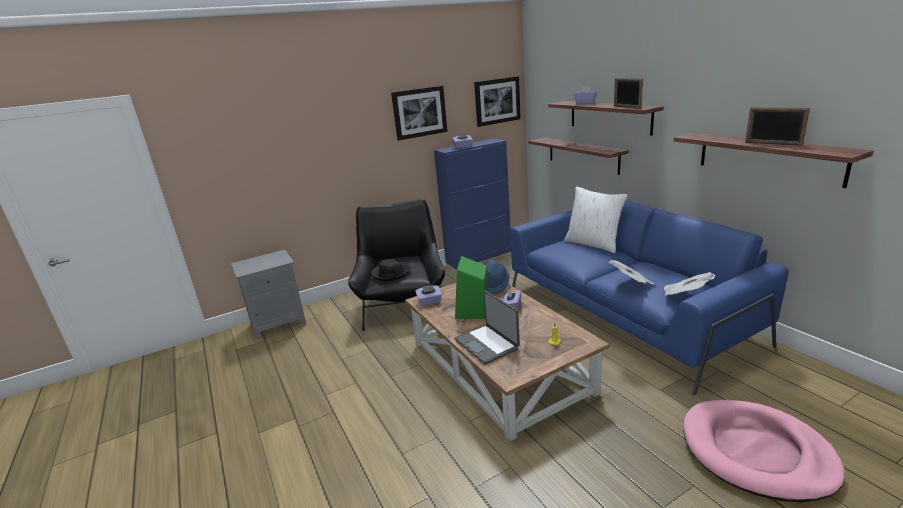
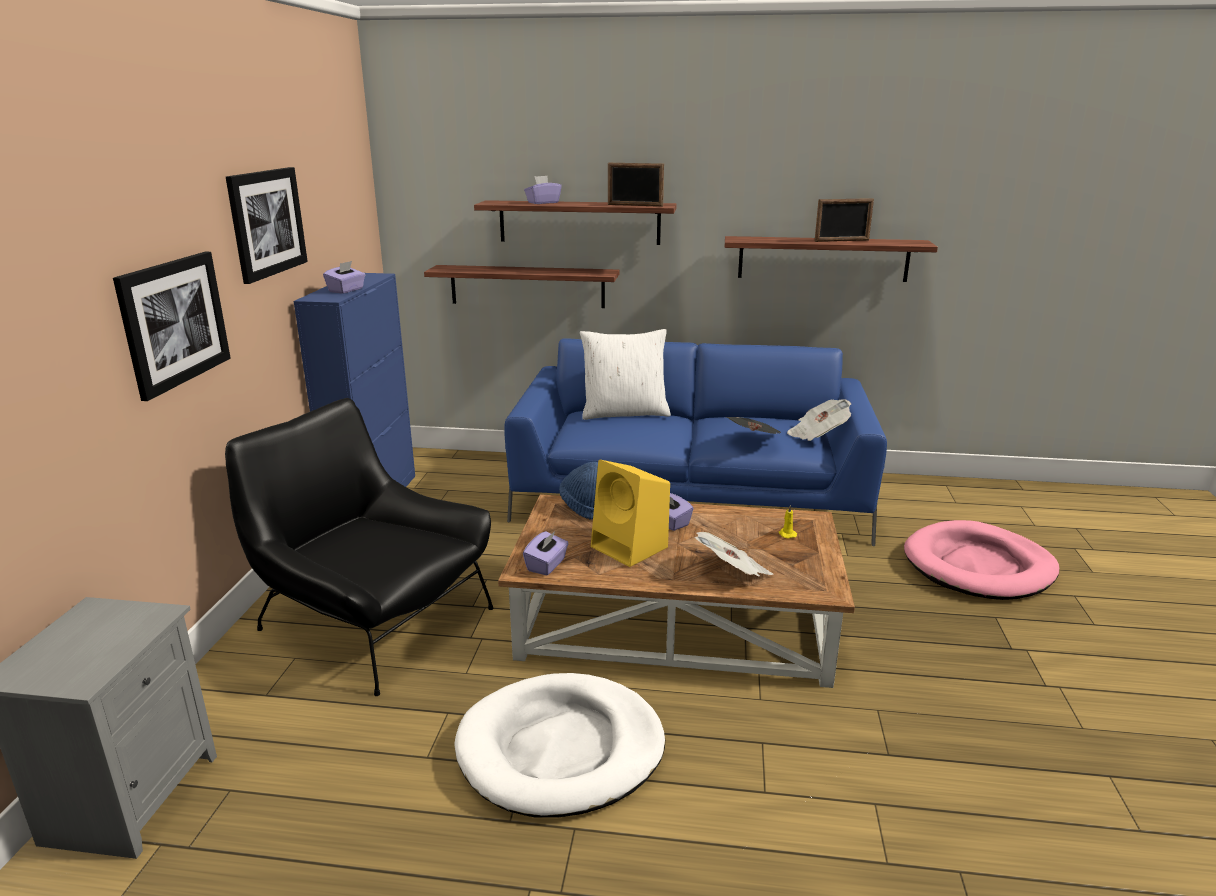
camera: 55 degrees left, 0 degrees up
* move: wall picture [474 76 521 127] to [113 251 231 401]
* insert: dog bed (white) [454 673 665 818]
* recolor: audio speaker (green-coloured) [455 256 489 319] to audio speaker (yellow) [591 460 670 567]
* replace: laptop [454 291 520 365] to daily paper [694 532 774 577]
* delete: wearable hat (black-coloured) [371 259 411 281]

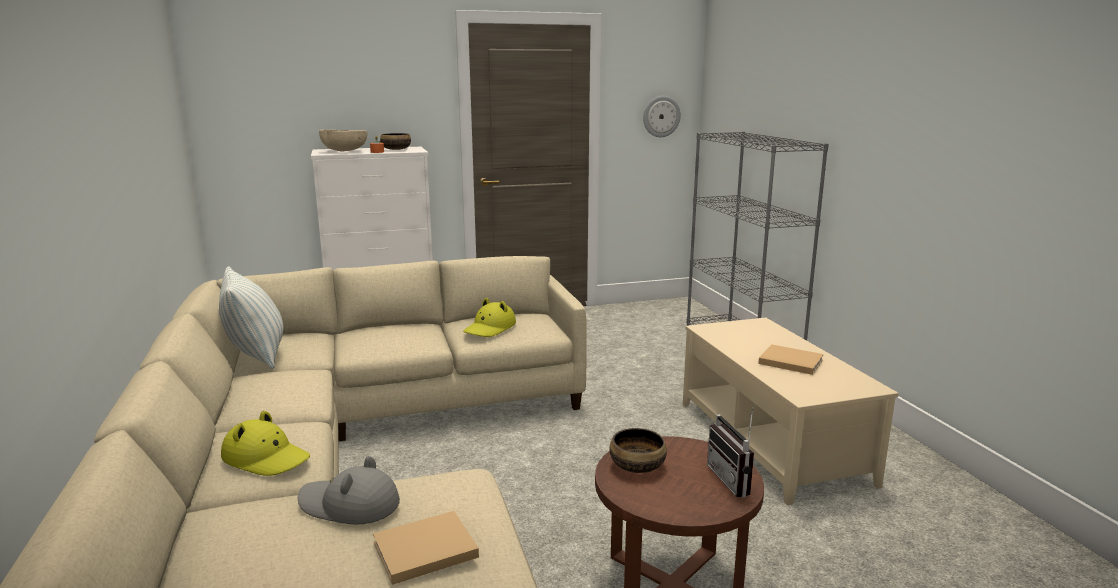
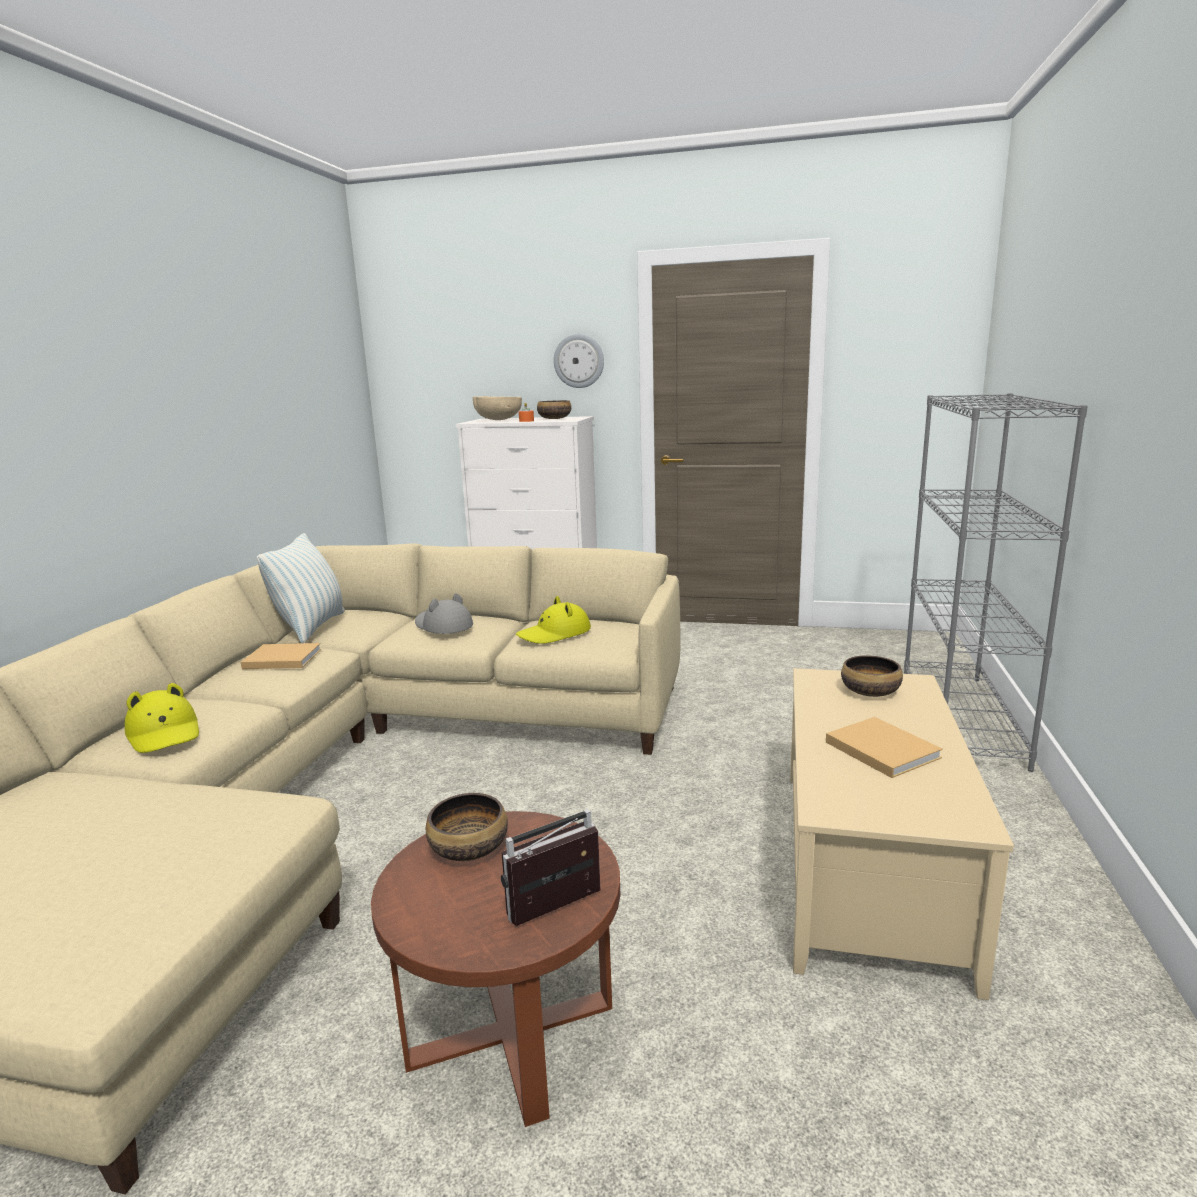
camera: 30 degrees right, 0 degrees up
* move: volume (sand-coloured) [373 511 479 585] to [241 643 321 669]
* move: wearable hat (grey) [298 456 400 524] to [415 593 473 634]
* rotate: radio [707 407 754 498] = [501 809 601 926] 45 degrees clockwise
* move: hanging clock [643 96 681 137] to [554 334 604 388]
* insert: bowl [841 655 903 697]

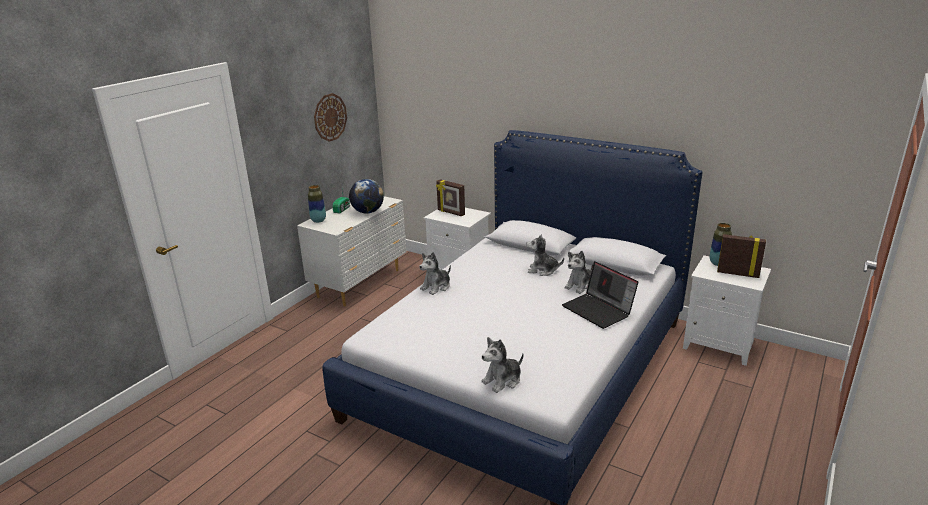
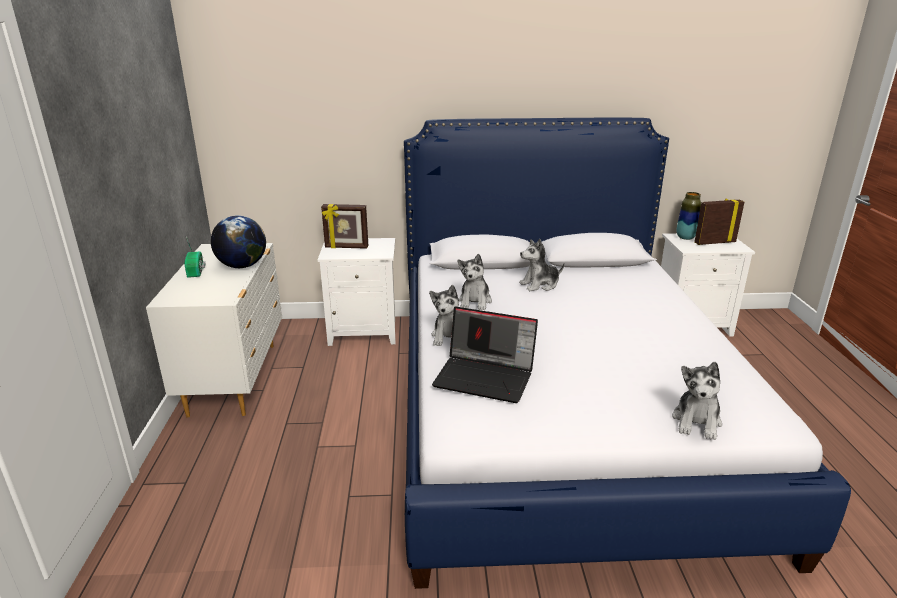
camera: 35 degrees left, 0 degrees up
* move: laptop [562 261 639 329] to [432 307 538 403]
* move: plush toy [565 251 593 294] to [457 254 492 310]
* delete: flower vase [308 185 326 223]
* delete: hanging clock [314 93 347 142]

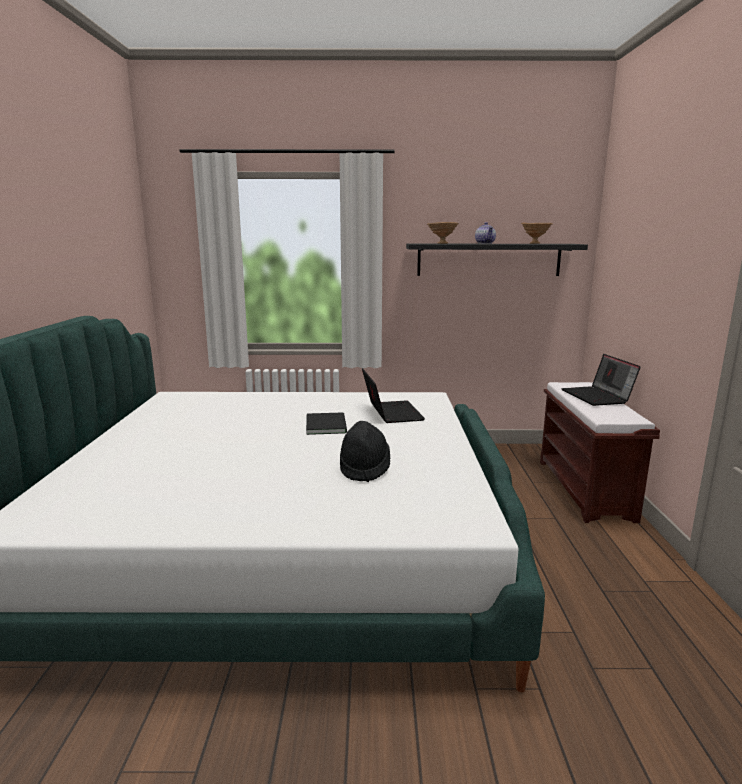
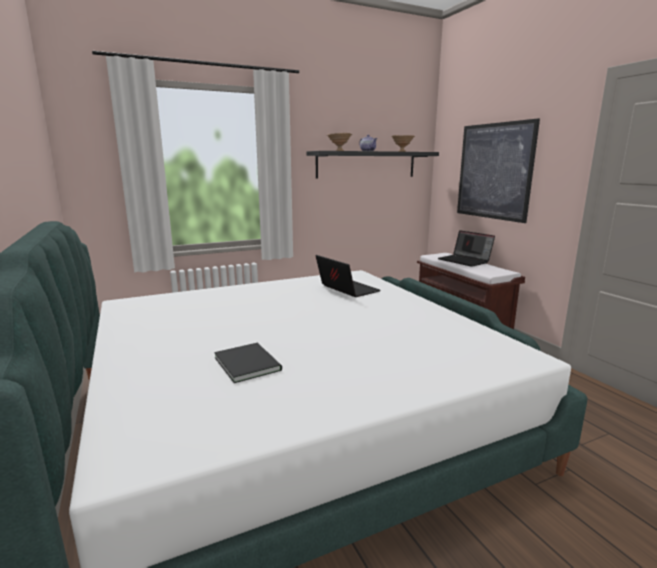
camera: 25 degrees left, 0 degrees up
* move: volume (black-coloured) [306 412 347 435] to [214 343 282 383]
* insert: wall picture [457 118 540 223]
* delete: wearable hat (black-coloured) [340 421 390 482]

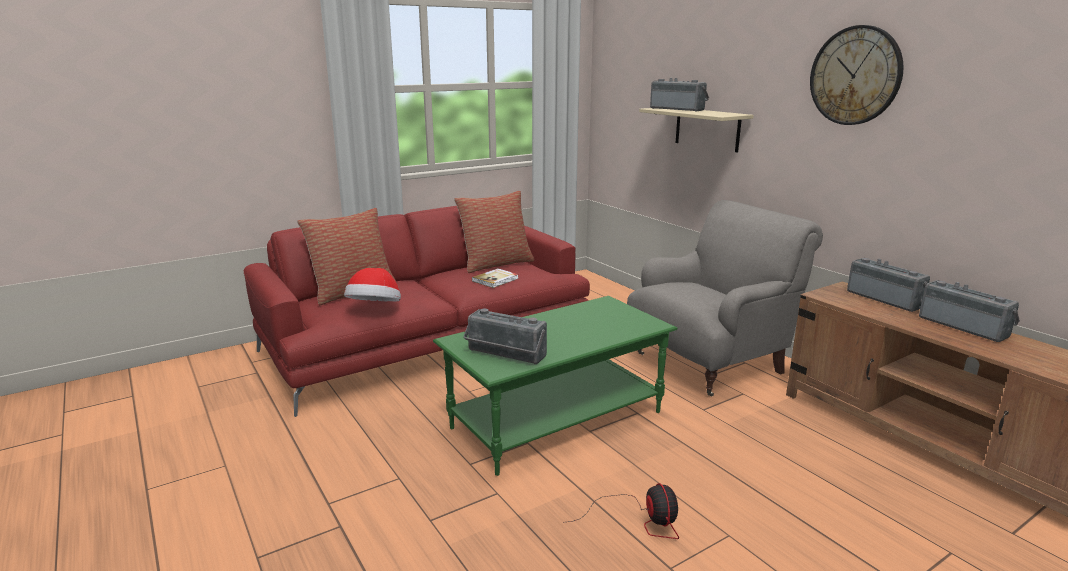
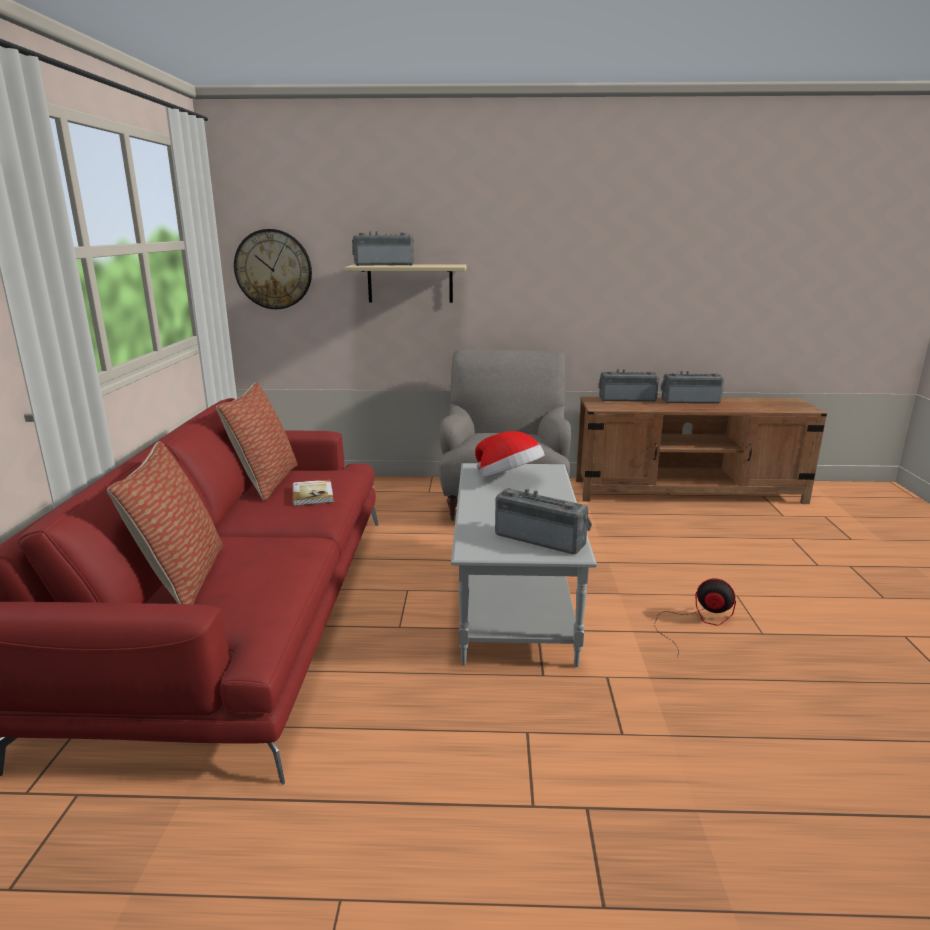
camera: 55 degrees left, 0 degrees up
* move: hanging clock [810 25 904 125] to [234 229 312 309]
* recolor: coffee table (green-coloured) [433 296 677 476] to coffee table (grey) [451 463 597 667]
* move: wearable hat [344 268 401 302] to [475 431 545 477]
* rotate: radio [463 308 547 364] = [495 488 592 554] 120 degrees counterclockwise

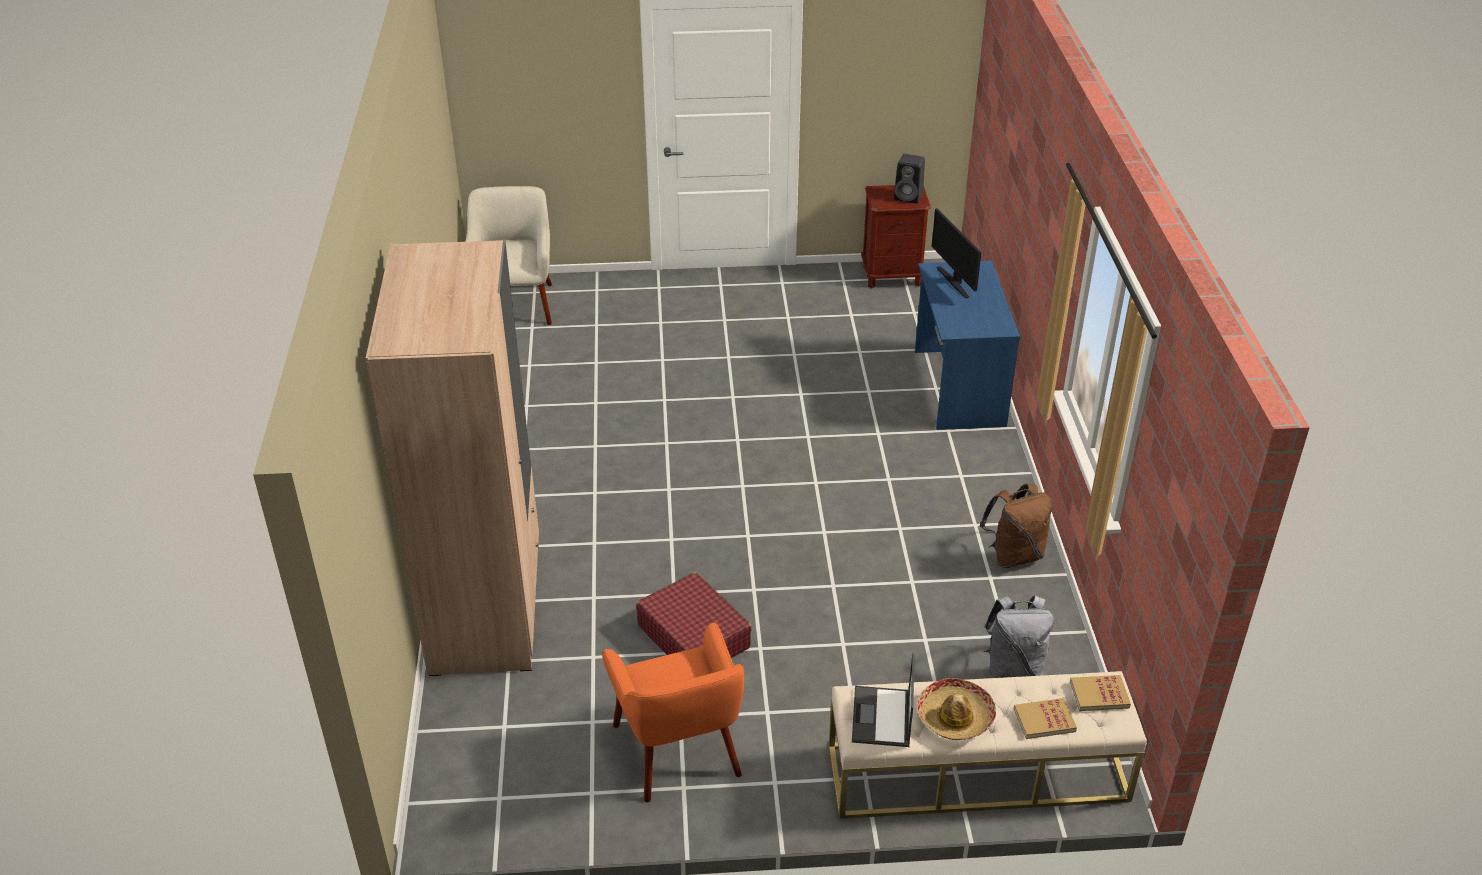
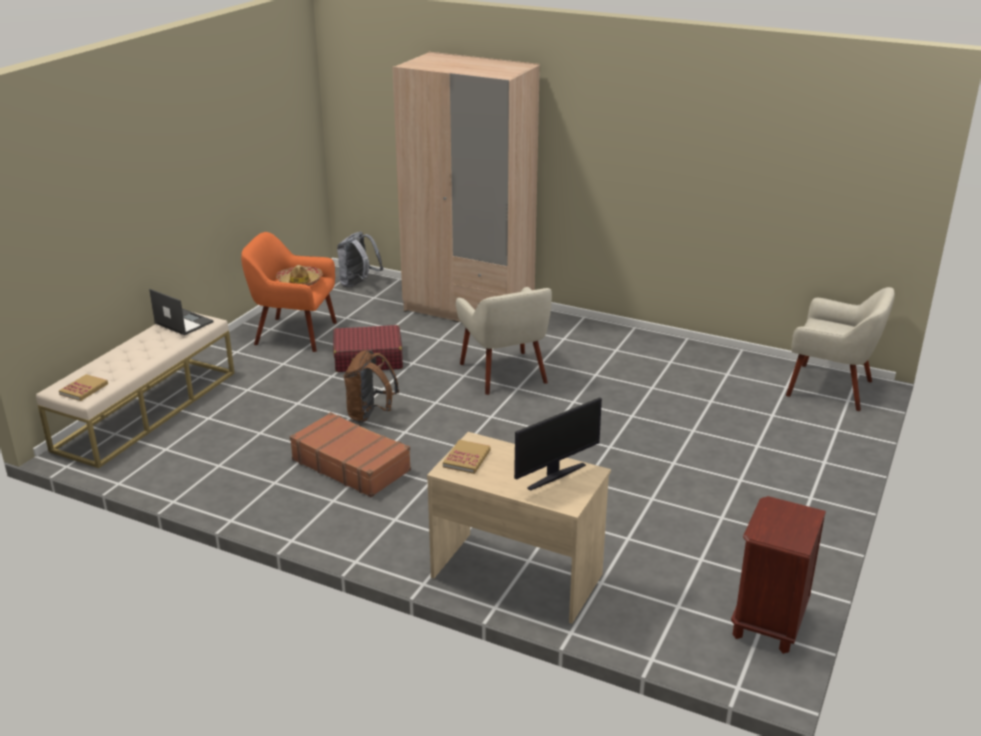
camera: 120 degrees right, 10 degrees down
* move: wearable hat [918 678 996 740] to [276 265 323 286]
* insert: suitcase (brown-coloured) [290 412 411 497]
* move: rucksack (grey) [984 595 1054 678] to [337 232 383 288]
* move: rucksack (brown-coloured) [980 484 1052 568] to [343 350 399 423]
* recolor: desk (blue-coloured) [915 261 1020 430] to desk (sand-coloured) [427 432 611 624]
* move: volume [1014 698 1077 739] to [443 440 491 474]
* insert: armchair (sand-coloured) [456 287 552 395]
* rotate: monitor [932 208 981 298] = [514 397 602 491] 135 degrees clockwise
* delete: audio speaker (black-coloured) [894 154 925 204]

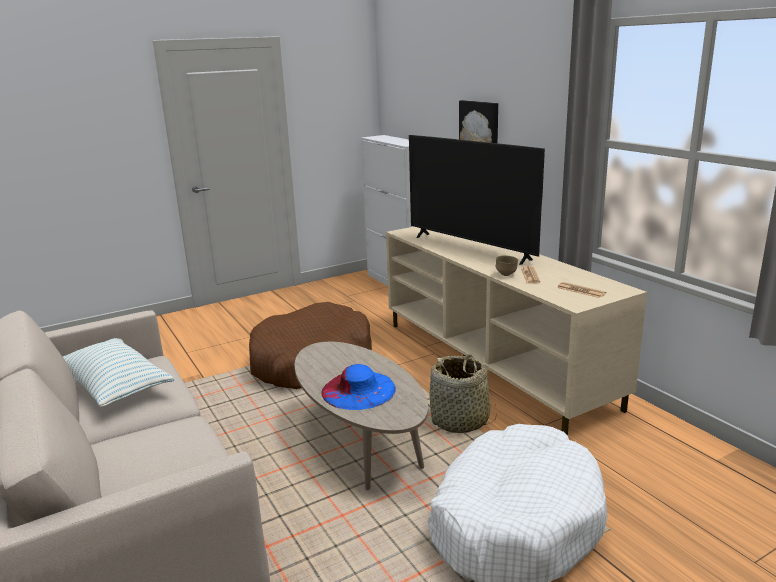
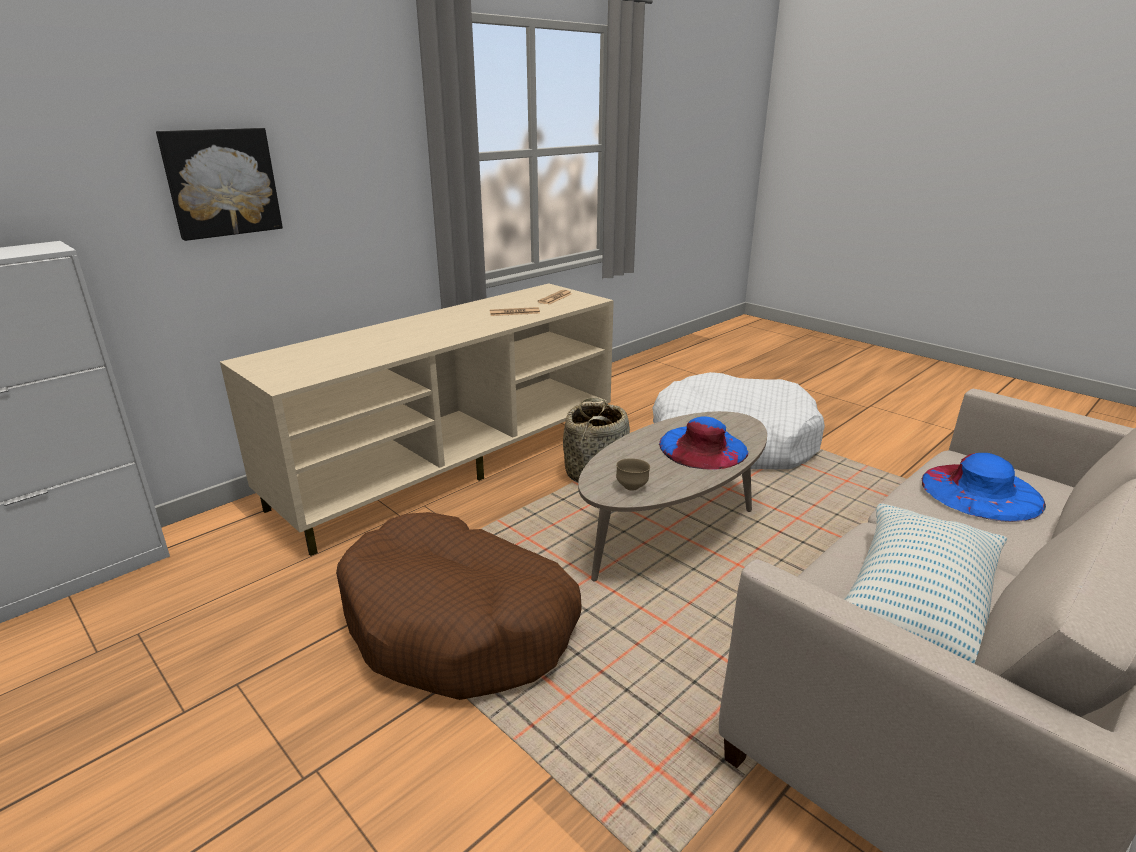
camera: 105 degrees left, 5 degrees up
* move: bowl (brown-coloured) [496 255 518 276] to [616 458 650 491]
* insert: wearable hat (blue-coloured) [921 453 1046 522]
* delete: TV set [409 135 545 265]

